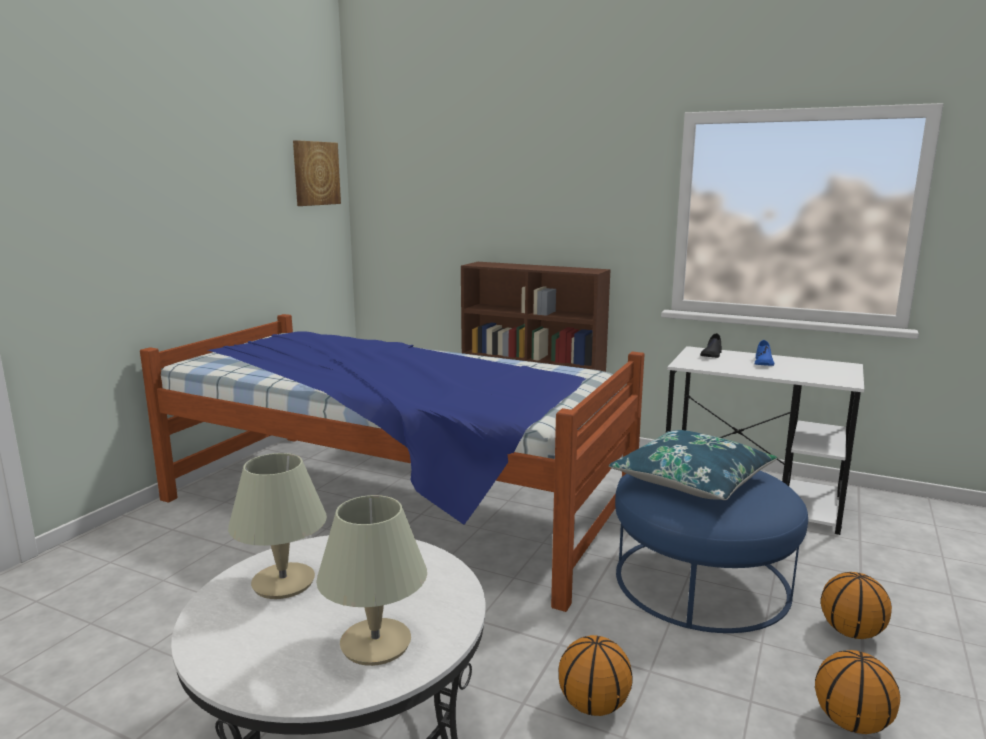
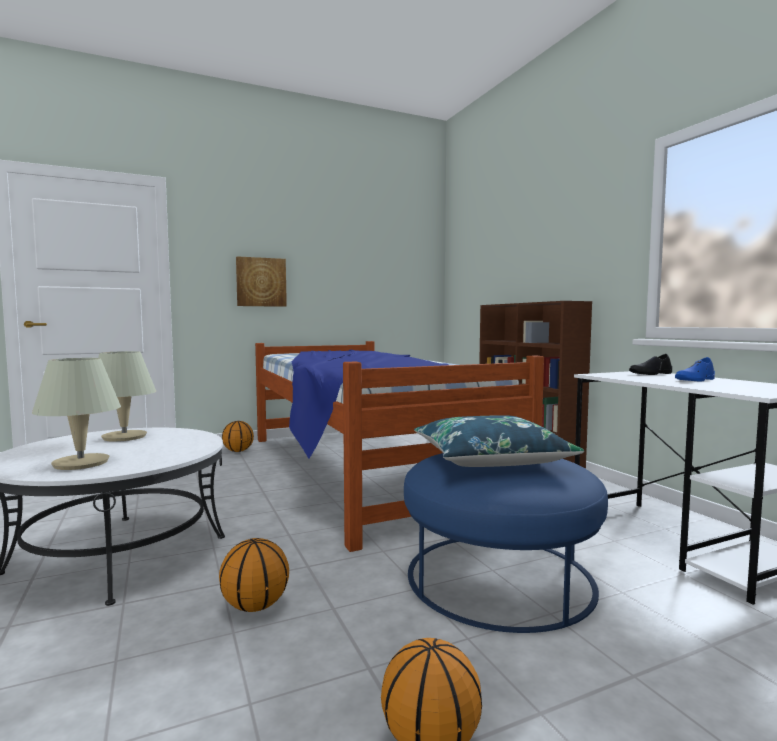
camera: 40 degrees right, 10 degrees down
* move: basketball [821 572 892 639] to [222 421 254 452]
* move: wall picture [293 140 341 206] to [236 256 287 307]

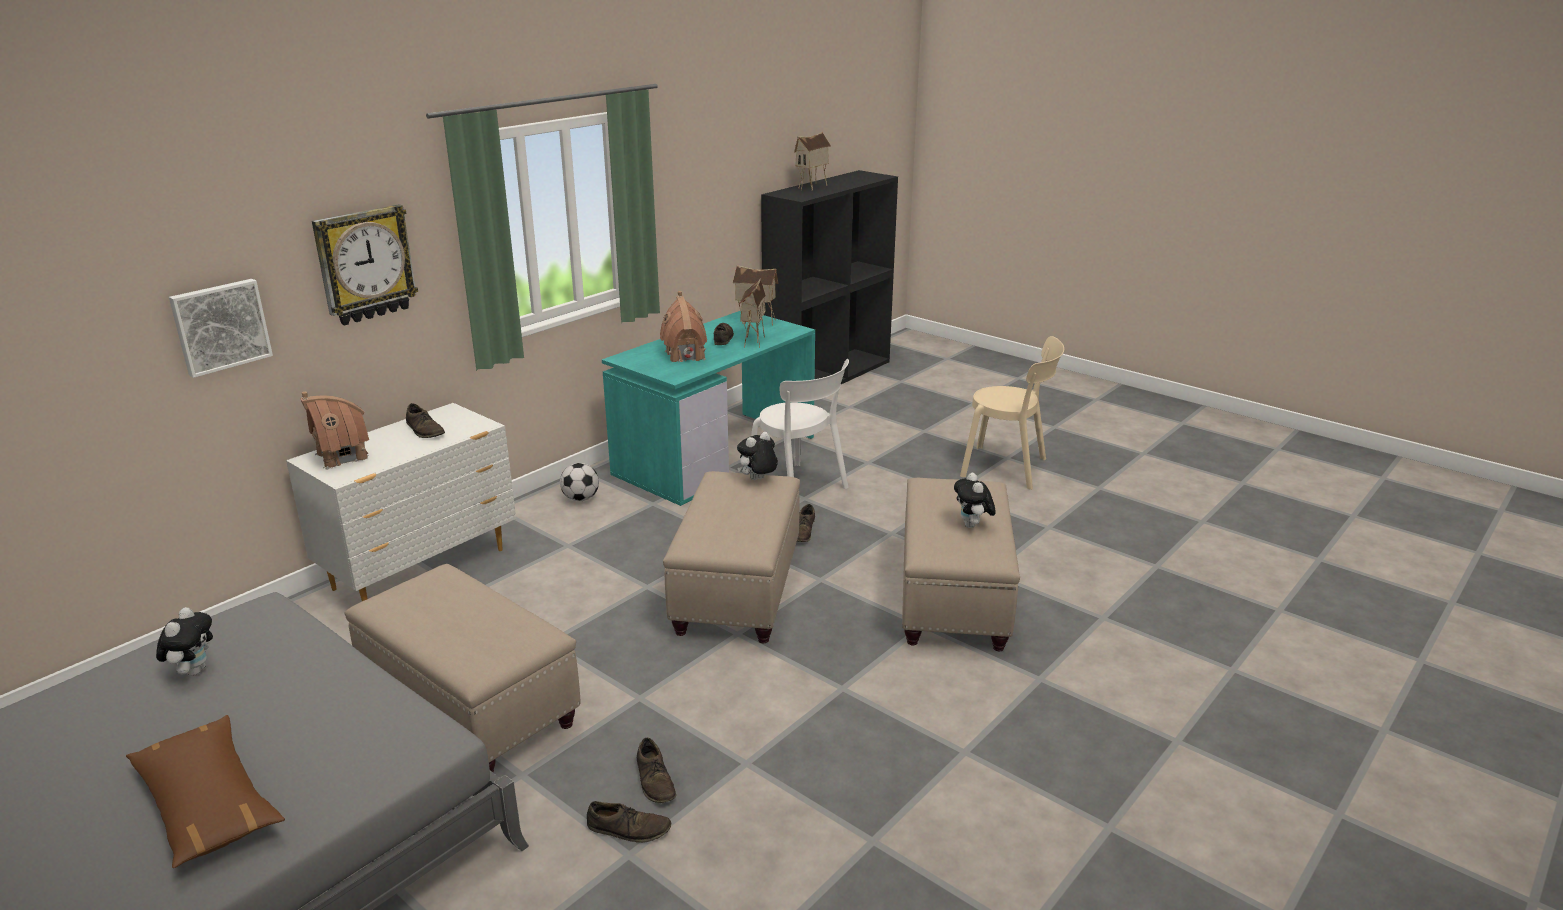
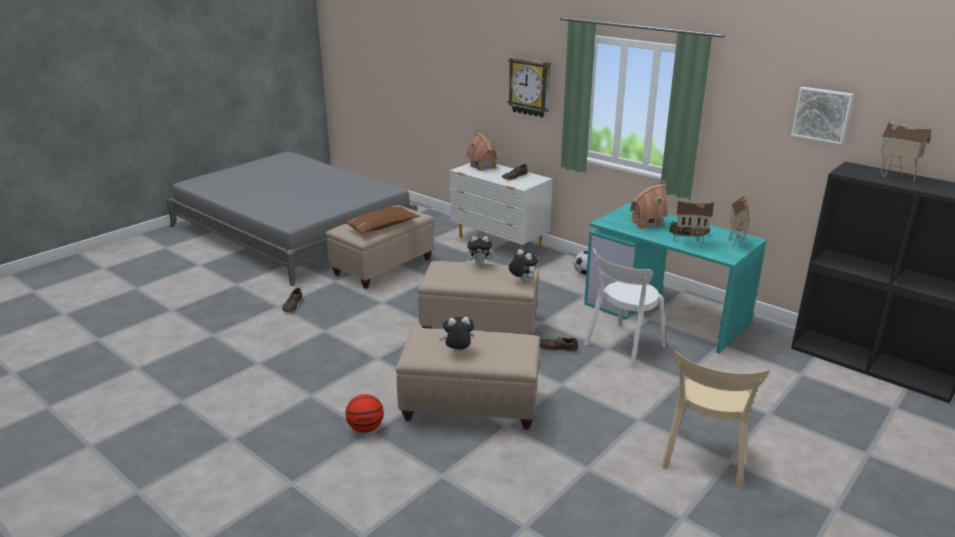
camera: 90 degrees right, 0 degrees up
* move: throw pillow (brown-coloured) [126 715 285 868] to [344 206 420 233]
* insert: basketball [345 394 384 433]
* move: plush toy [156 607 213 676] to [467 236 496 266]
* move: wall picture [169 279 273 378] to [791 87 854 145]
* delete: low shoe (brown-coloured) [637 738 676 803]

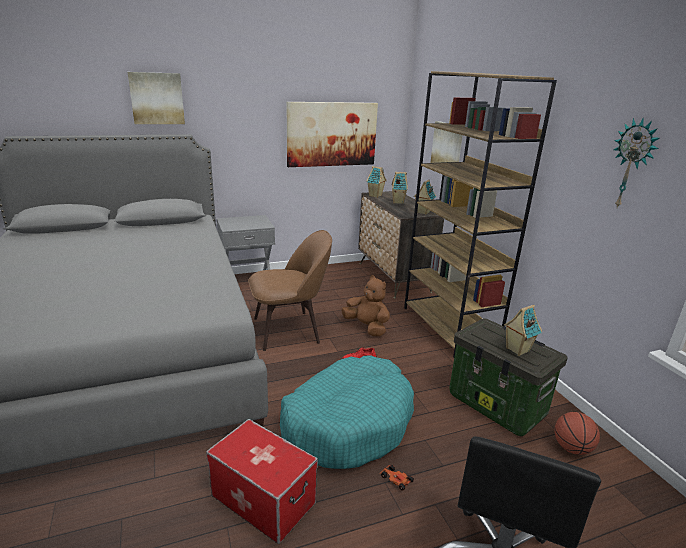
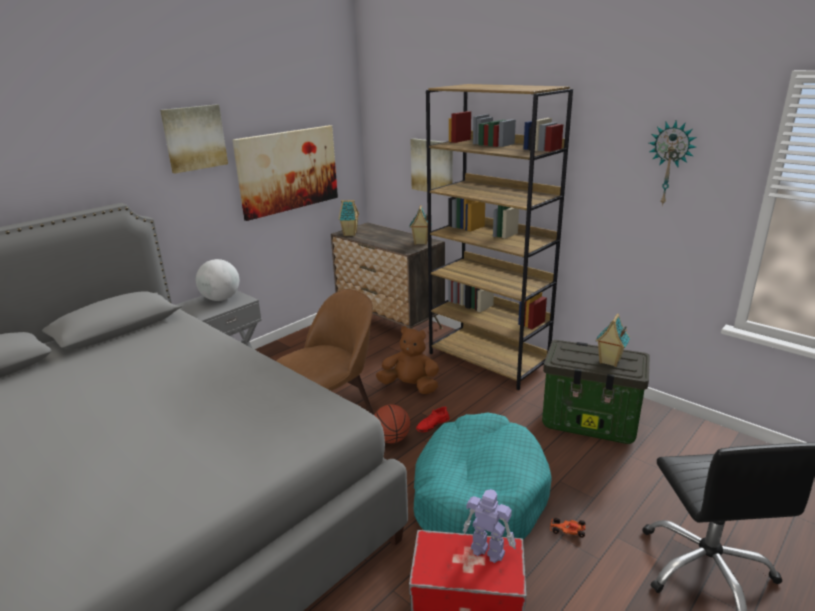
camera: 25 degrees left, 0 degrees up
* move: wall picture [128 72 185 124] to [160 104 228 173]
* insert: desk globe [196 259 239 301]
* move: basketball [554 412 600 455] to [374 404 410 443]
* insert: toy robot [463 489 516 563]
* delete: model house [392 172 408 204]

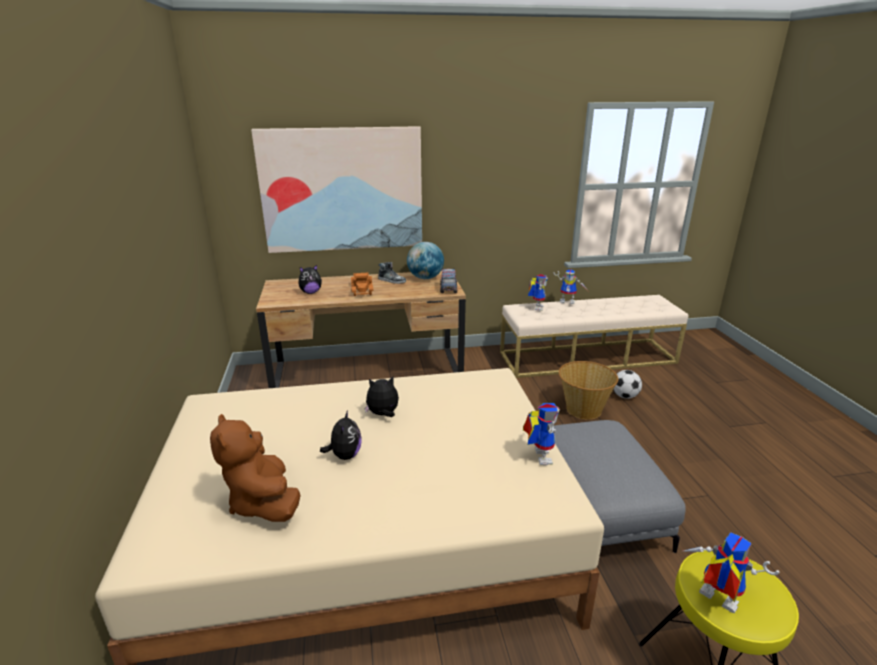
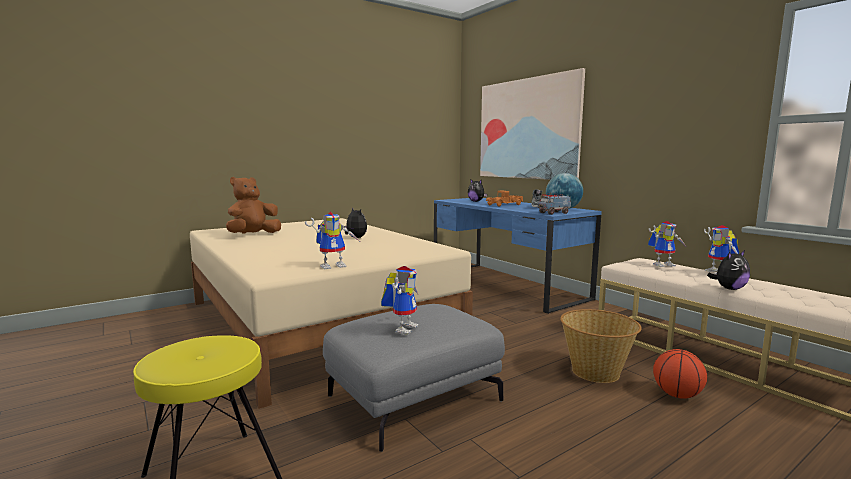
camera: 65 degrees right, 15 degrees down
* move: toy robot [683 532 780 613] to [381 266 418 335]
* recolor: desk (brown-coloured) [256 270 466 388] to desk (blue-coloured) [434 198 602 314]
* replace: football ball [613 370 642 399] to basketball [653 349 707 399]
* move: plush toy [320 410 361 460] to [707 250 750 290]

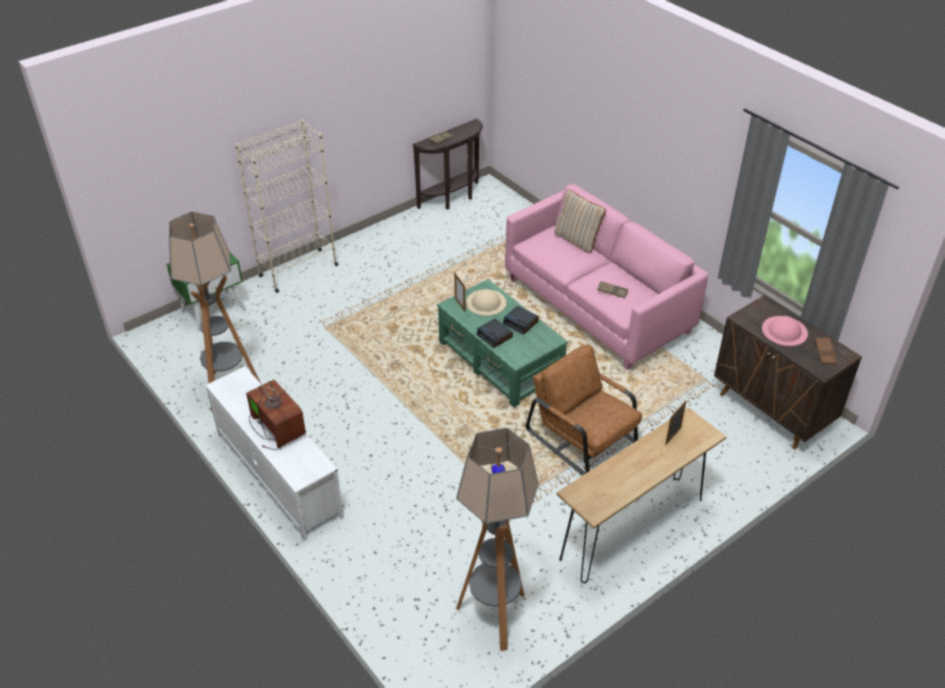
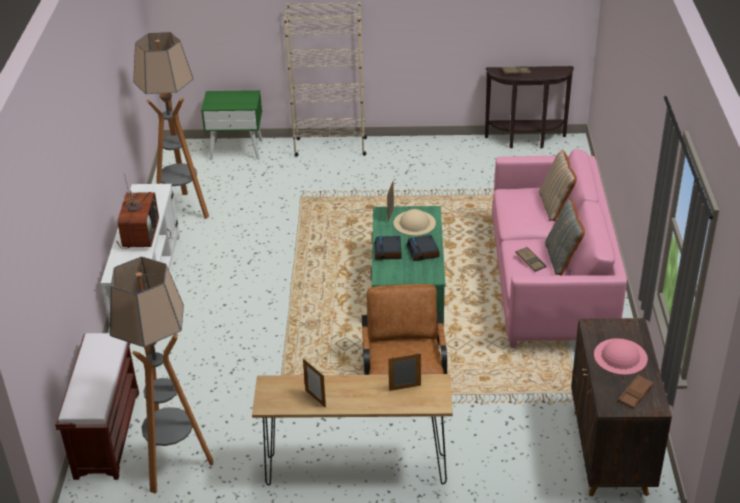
camera: 40 degrees right, 5 degrees down
* insert: indoor bench (brown-coloured) [55 333 139 480]
* insert: photo frame [303 359 326 408]
* insert: throw pillow (grey) [545 199 585 276]

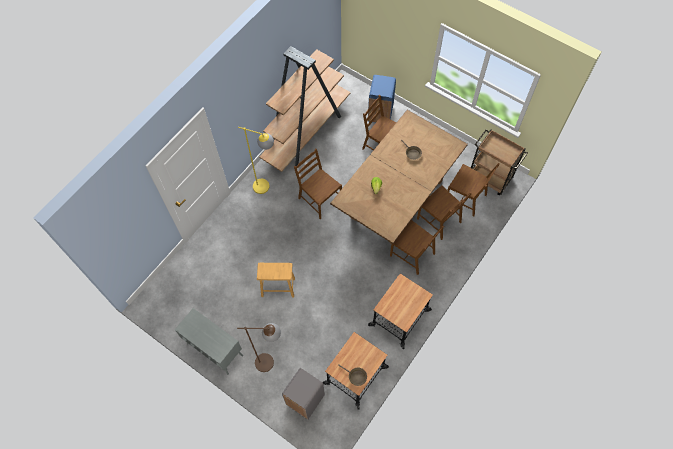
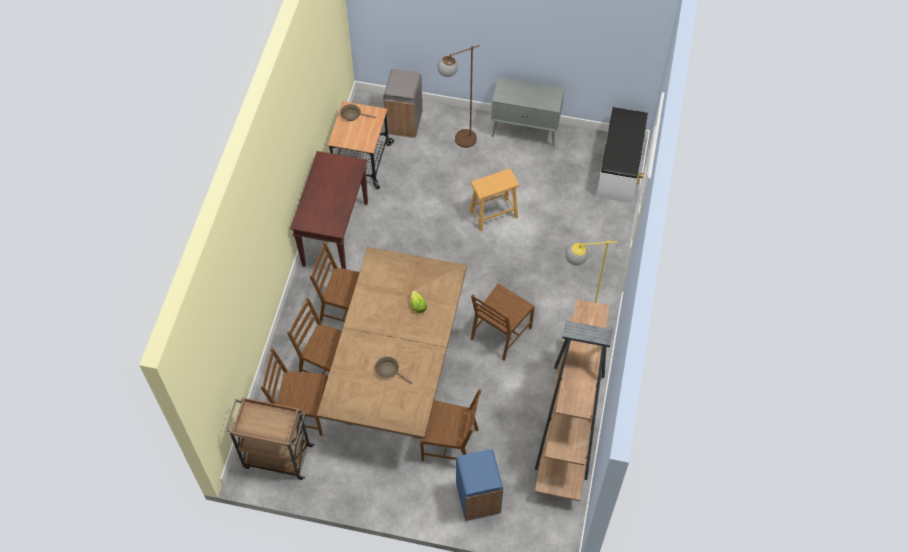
camera: 155 degrees right, 5 degrees down
* replace: cart [368 273 433 349] to narrow table (brown-coloured) [290 151 368 269]
* rotate: upright chair (brown-coloured) [294 148 342 219] = [471 283 535 361] 105 degrees clockwise
* insert: indoor bench (white) [596 107 648 203]

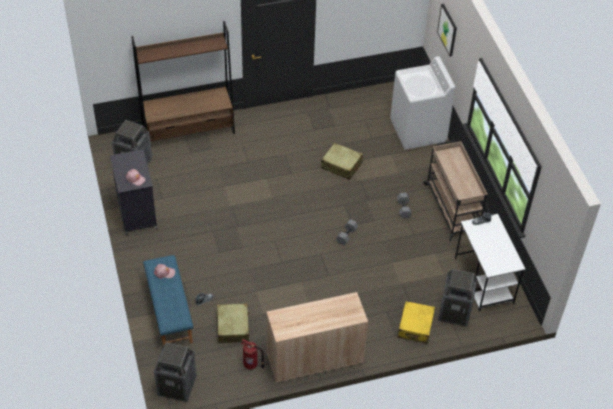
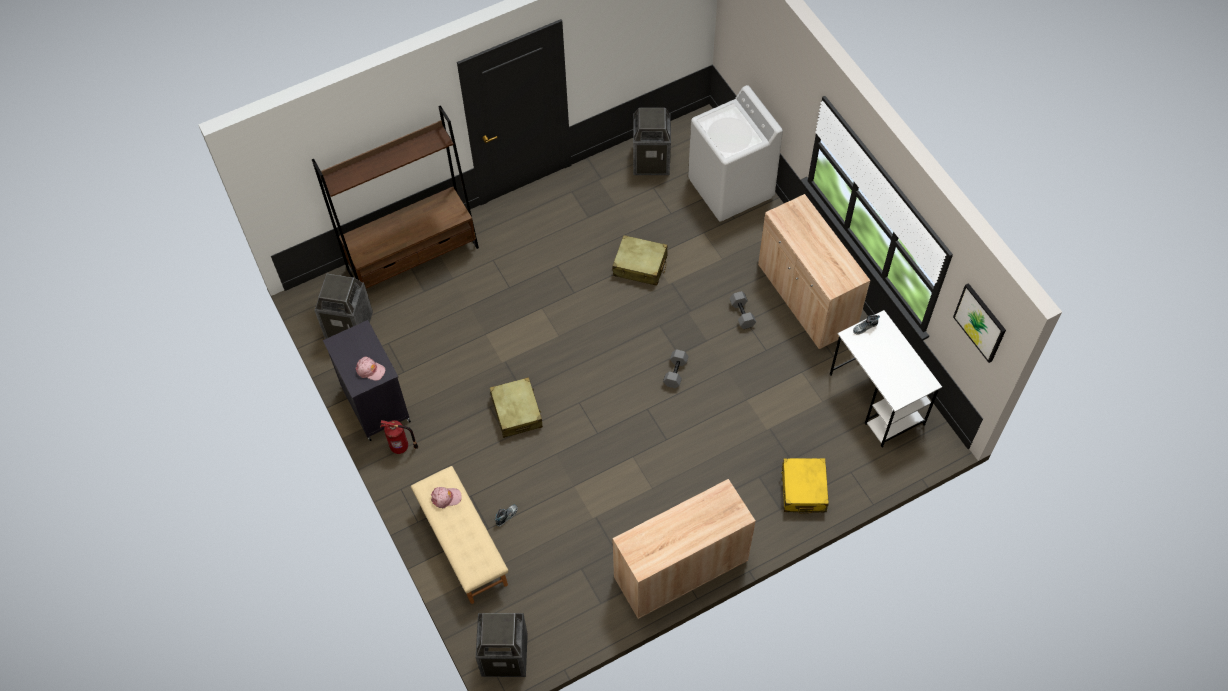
camera: 10 degrees left, 10 degrees up
* move: fire extinguisher [240 339 264 369] to [380 420 418 454]
* recolor: indoor bench (blue-coloured) [143 255 193 346] to indoor bench (sand-coloured) [411 466 508 604]
* move: suitcase (sand-coloured) [217 303 250 343] to [490 377 543 438]
* move: rubbish bin [438 269 477 327] to [633 108 671 175]
* replace: cart (sand-coloured) [423 141 488 241] to cupboard (sand-coloured) [758 194 871 349]
* move: wall picture [437 4 457 57] to [953 283 1006 363]

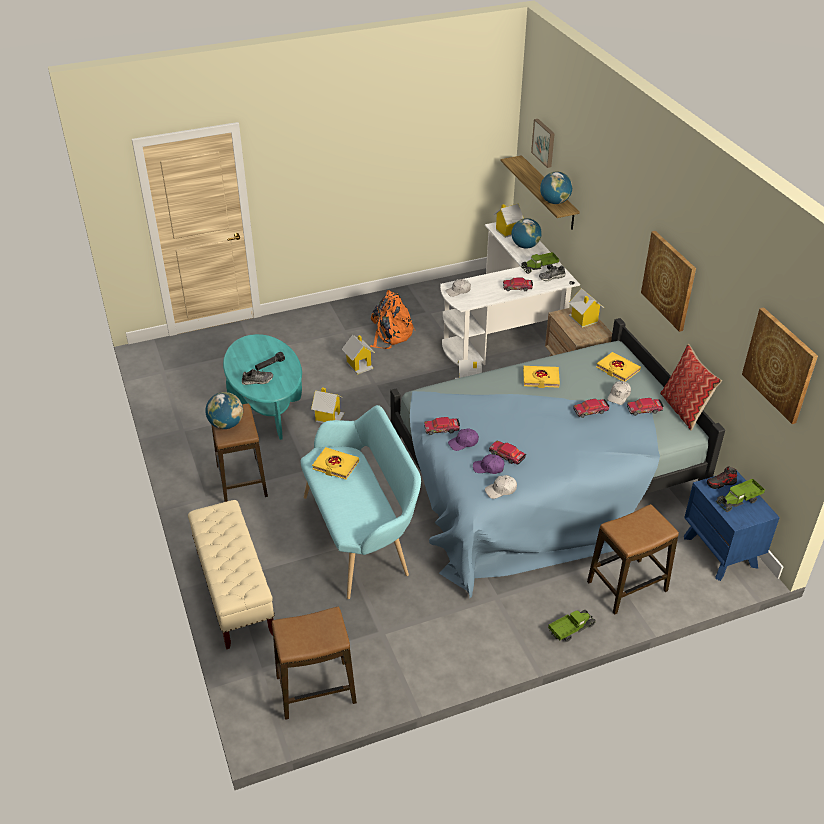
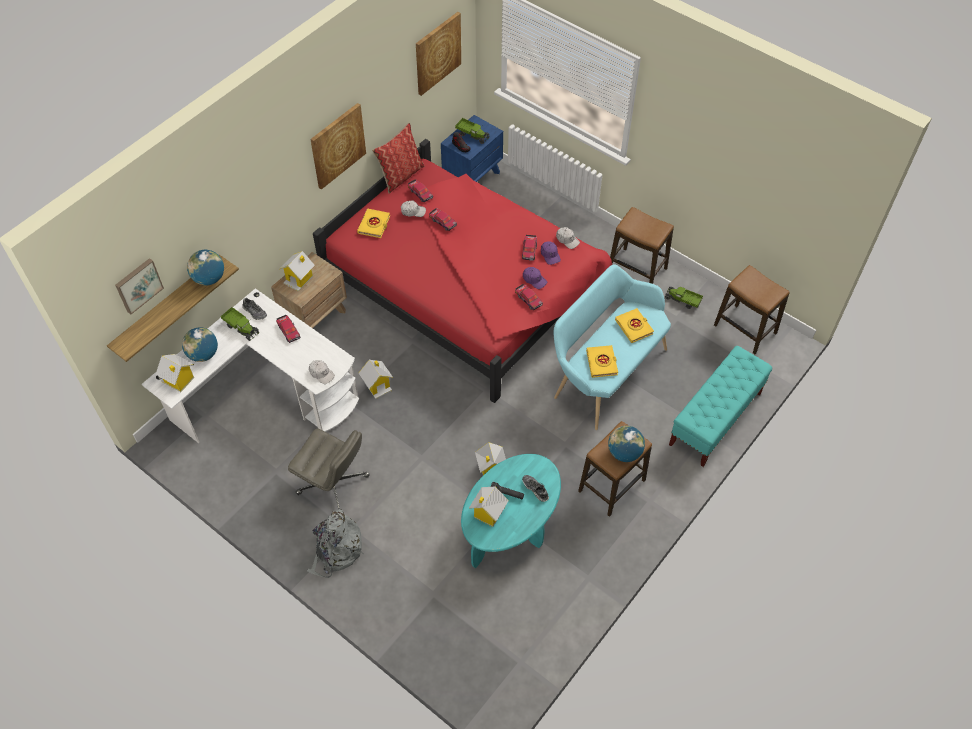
camera: 120 degrees left, 15 degrees up
* replace: rucksack (orangey) [370 290 416 349] to desk chair (grey) [288 428 370 509]
* insert: rucksack (grey) [307 509 363 578]
* recolor: sleeping bed (blue-coloured) [390 318 725 598] to sleeping bed (reddish) [313 139 612 403]
* move: model house [342 335 375 375] to [469 487 509 527]
* move: sitting stool [587 504 679 615] to [610 207 674 284]
* move: volume (yellow) [523 366 560 388] to [615 308 654 343]
* move: toy lorry [548 610 596 642] to [665 287 703 309]
* recolor: indoor bench (sand-coloured) [188 500 274 649] to indoor bench (turquoise) [669 346 772 467]

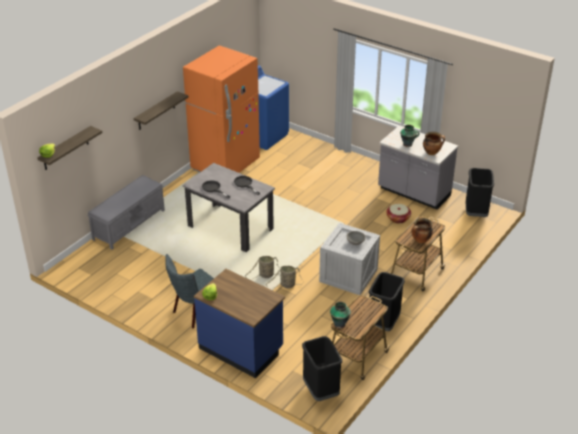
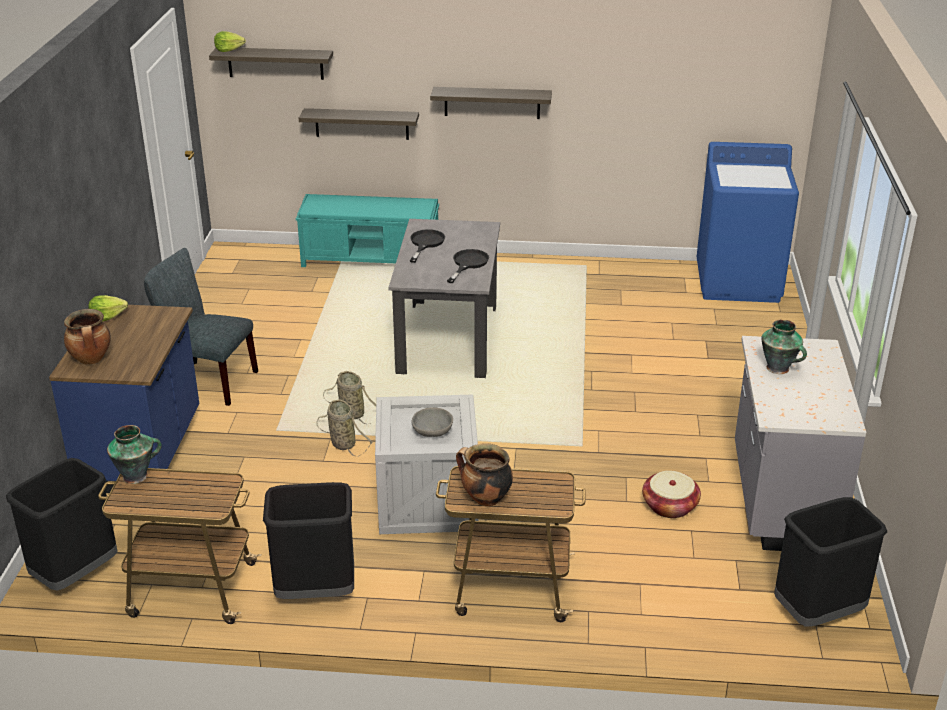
camera: 60 degrees right, 5 degrees down
* move: cooking pot [423 132 445 155] to [64 309 111 365]
* recolor: indoor bench (grey) [87 175 165 250] to indoor bench (turquoise) [296 194 439 267]
* insert: wall shelf [299 108 419 140]
* delete: kitchen fridge (orangey) [183 46 260 173]

